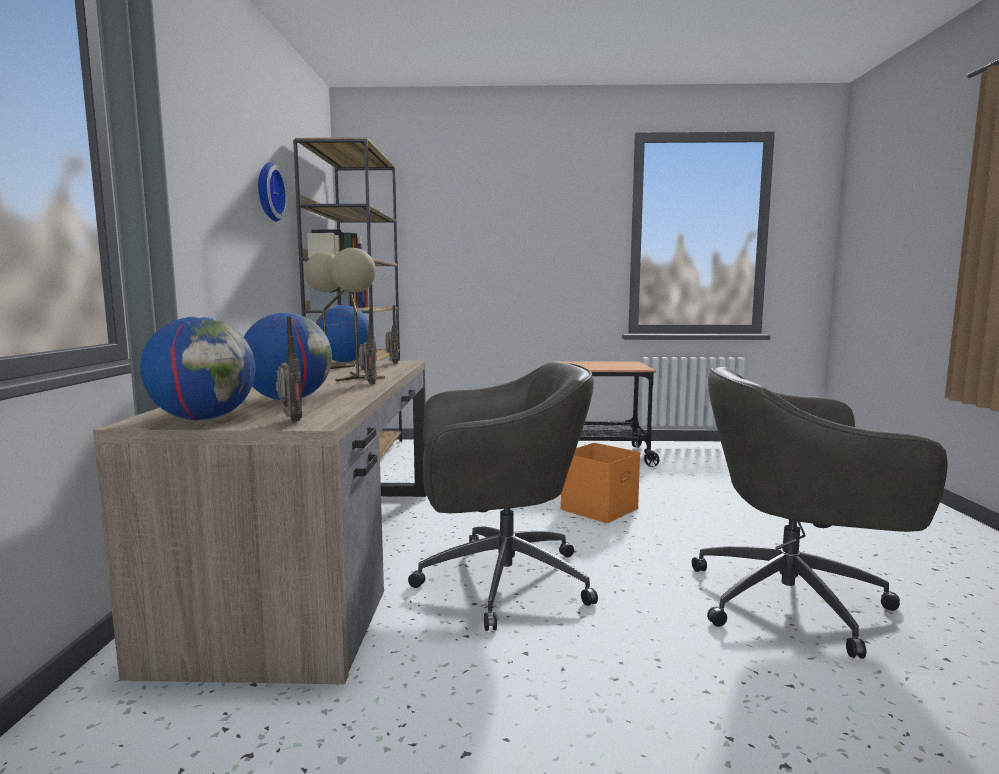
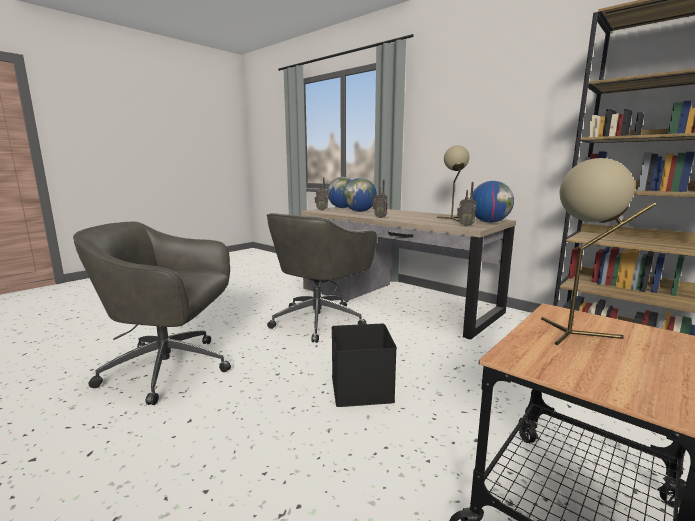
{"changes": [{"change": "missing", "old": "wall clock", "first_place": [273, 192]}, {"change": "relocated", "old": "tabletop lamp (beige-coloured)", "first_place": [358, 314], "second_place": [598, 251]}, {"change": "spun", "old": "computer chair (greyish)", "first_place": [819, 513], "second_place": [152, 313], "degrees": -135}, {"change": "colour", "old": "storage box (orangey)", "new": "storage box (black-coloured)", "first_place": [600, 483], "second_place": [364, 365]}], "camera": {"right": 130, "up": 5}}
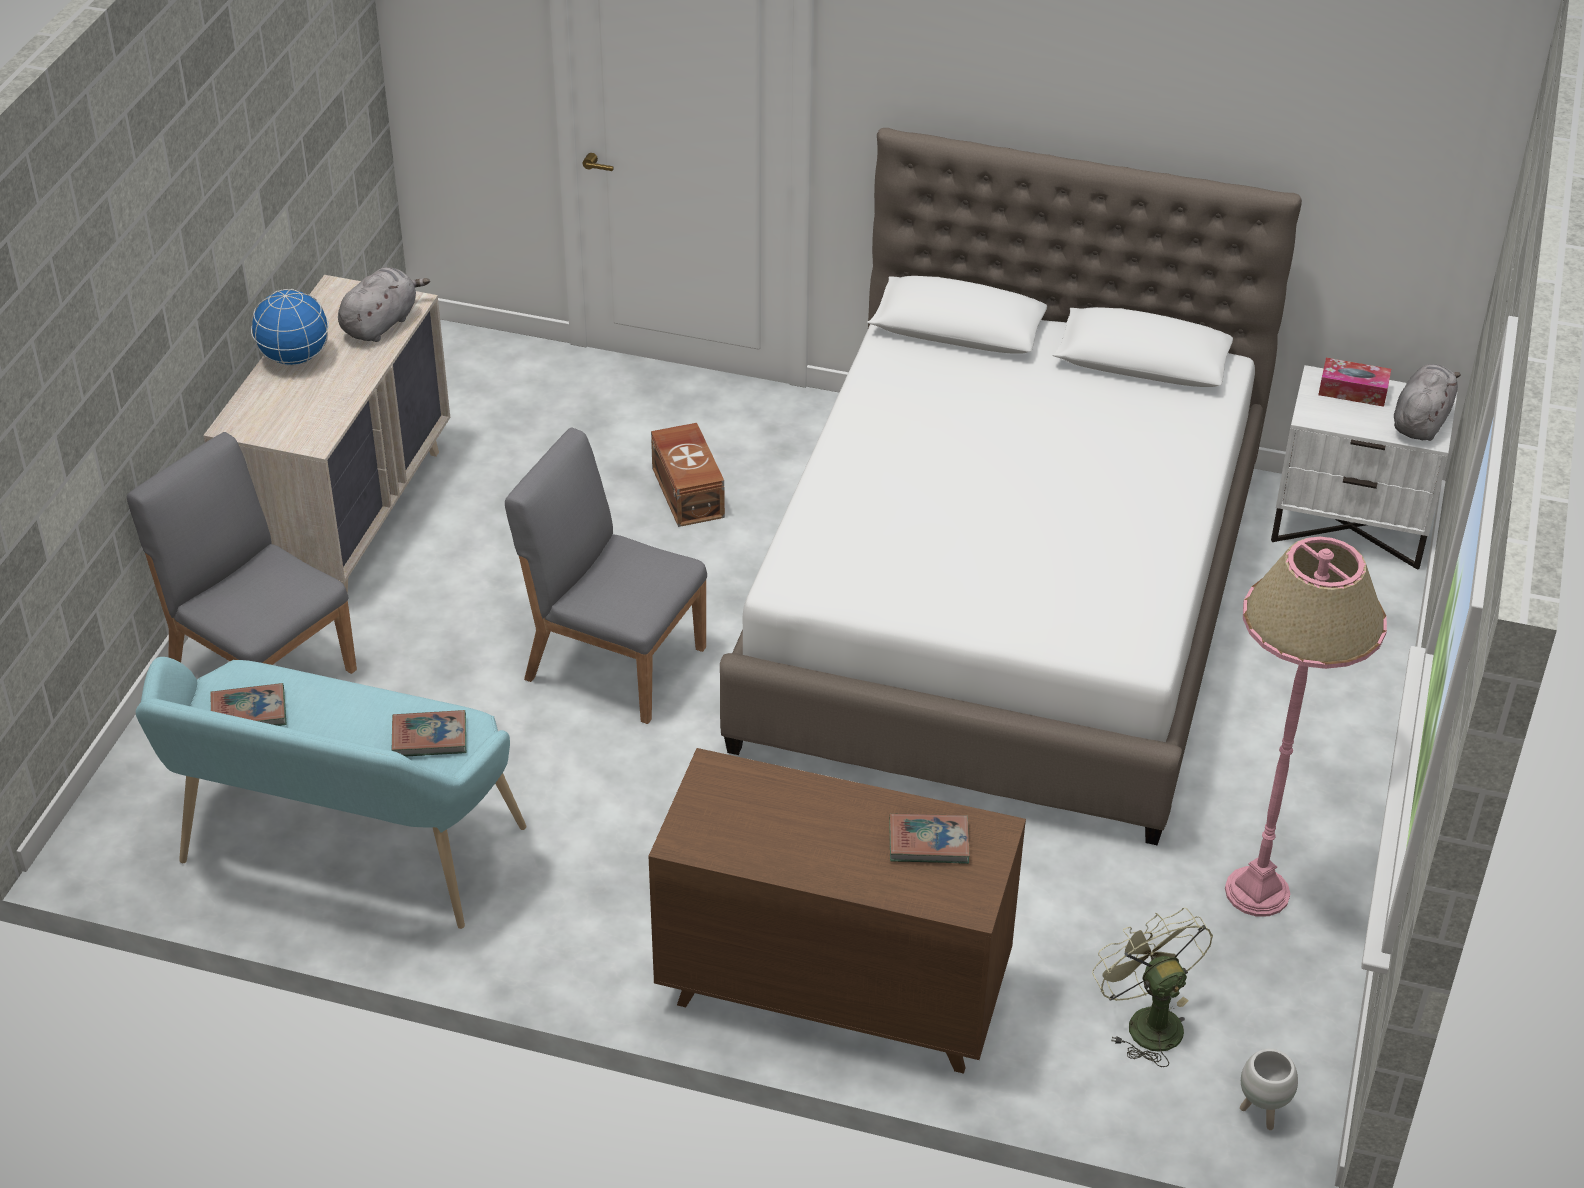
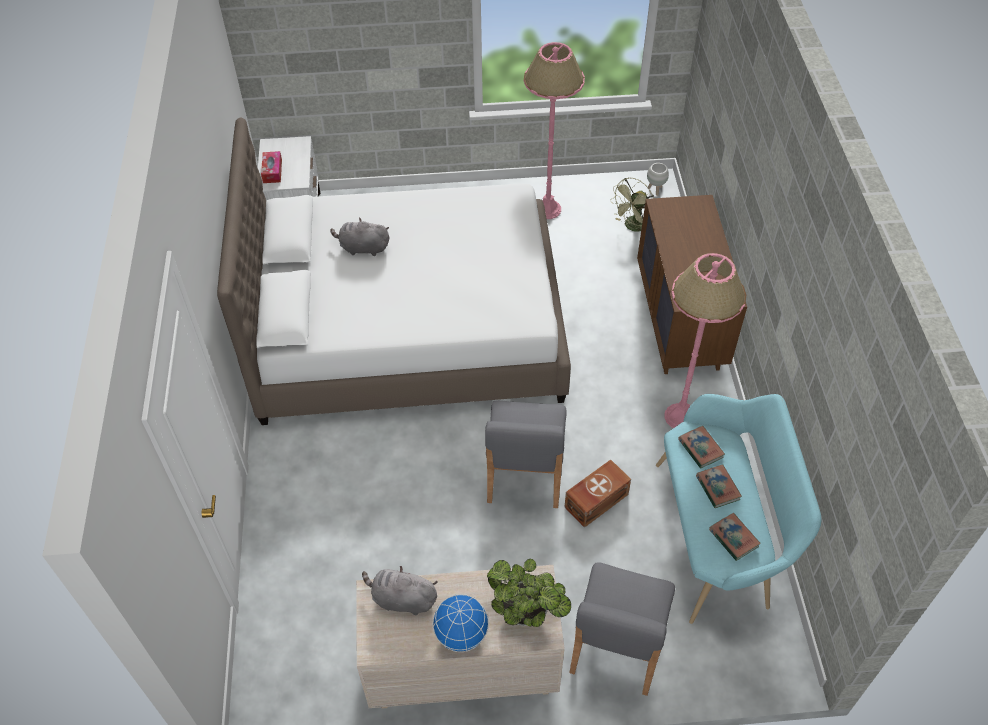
{"changes": [{"change": "relocated", "old": "cuddly toy (greyish)", "first_place": [1427, 402], "second_place": [359, 237]}, {"change": "relocated", "old": "storage box (brown-coloured)", "first_place": [688, 475], "second_place": [598, 494]}, {"change": "relocated", "old": "bound book", "first_place": [929, 838], "second_place": [719, 486]}, {"change": "appeared", "new": "standard lamp (pink)", "second_place": [705, 340]}, {"change": "appeared", "new": "houseplant", "second_place": [529, 593]}], "camera": {"right": -110, "up": 10}}
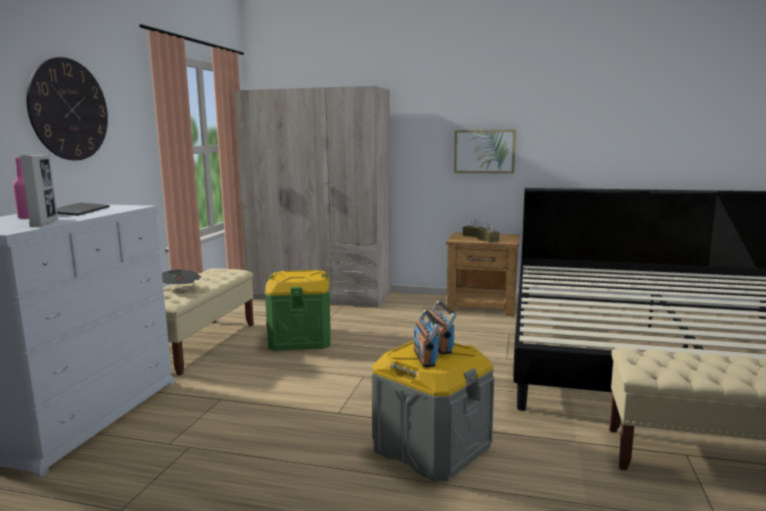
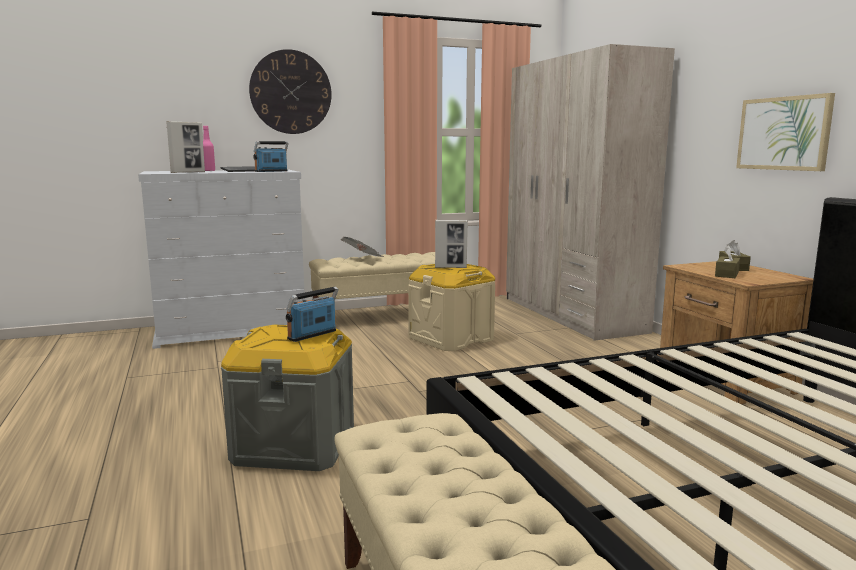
{"changes": [{"change": "colour", "old": "storage box (green-coloured)", "new": "storage box (beige-coloured)", "first_place": [298, 310], "second_place": [451, 307]}, {"change": "relocated", "old": "radio set", "first_place": [427, 338], "second_place": [270, 156]}, {"change": "appeared", "new": "picture frame", "second_place": [451, 244]}], "camera": {"right": 55, "up": 0}}
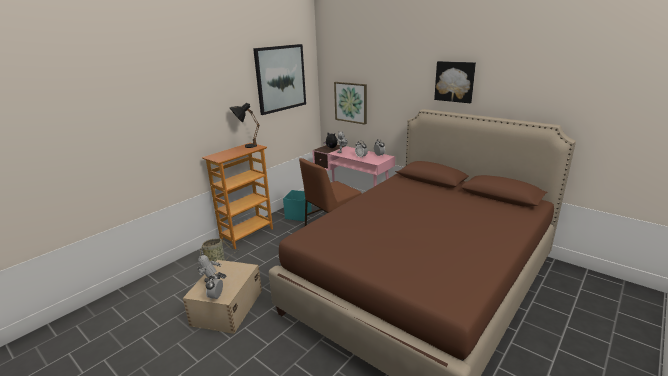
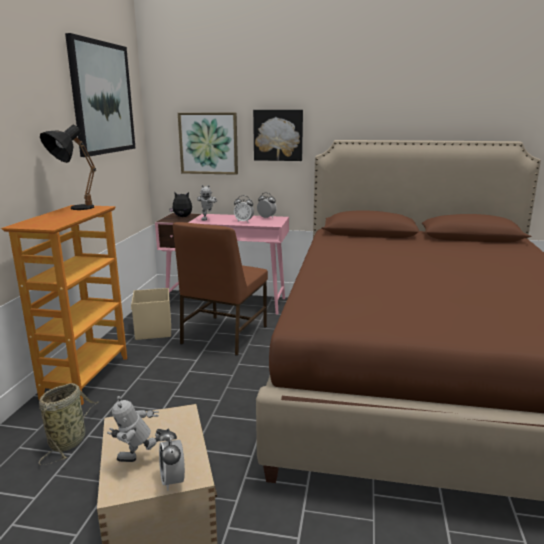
{"changes": [{"change": "relocated", "old": "wall picture", "first_place": [455, 82], "second_place": [278, 135]}, {"change": "colour", "old": "storage box (turquoise)", "new": "storage box (beige-coloured)", "first_place": [297, 205], "second_place": [151, 314]}], "camera": {"right": -30, "up": -5}}
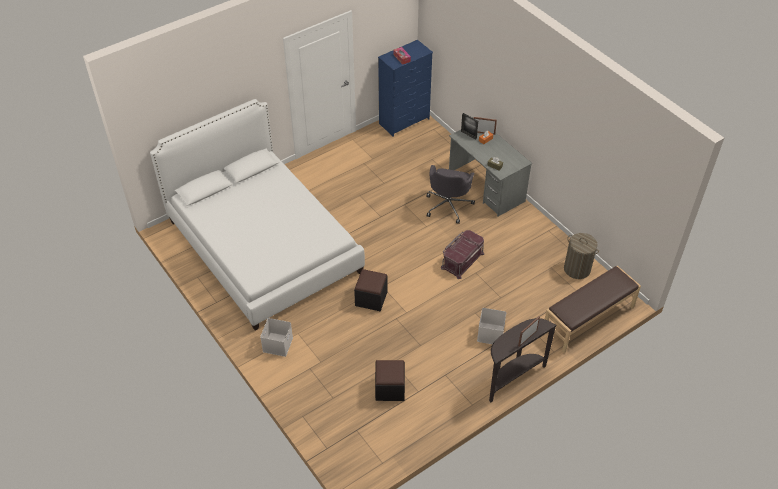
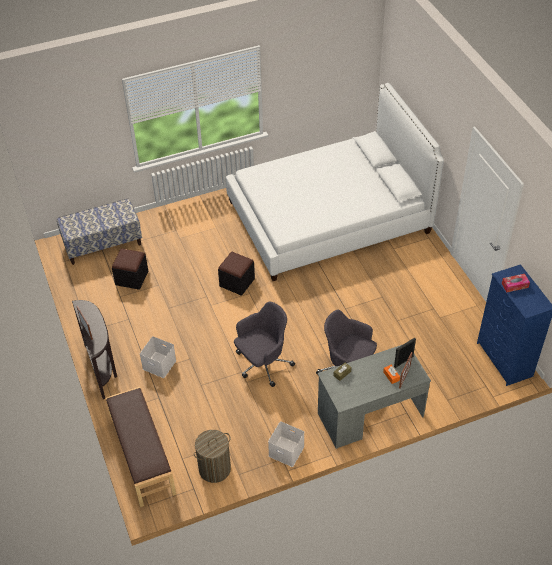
{"changes": [{"change": "exchanged", "old": "storage box (reddish)", "new": "computer chair (greyish)", "first_place": [462, 254], "second_place": [264, 344]}, {"change": "relocated", "old": "storage box (white-coloured)", "first_place": [276, 337], "second_place": [286, 444]}, {"change": "appeared", "new": "indoor bench", "second_place": [99, 231]}], "camera": {"right": 105, "up": 0}}
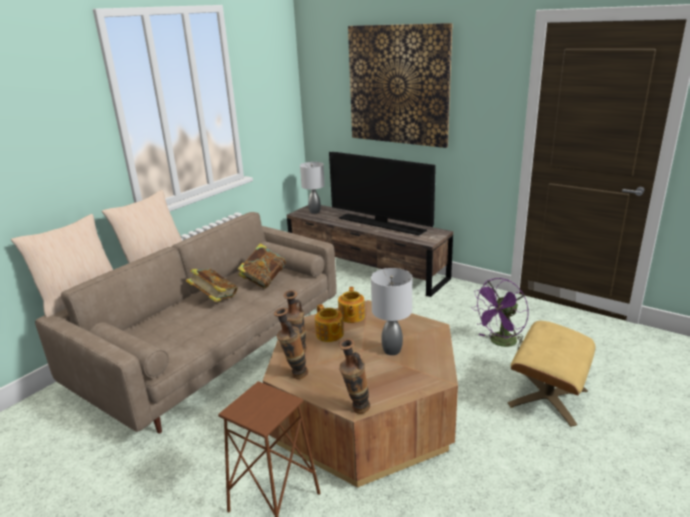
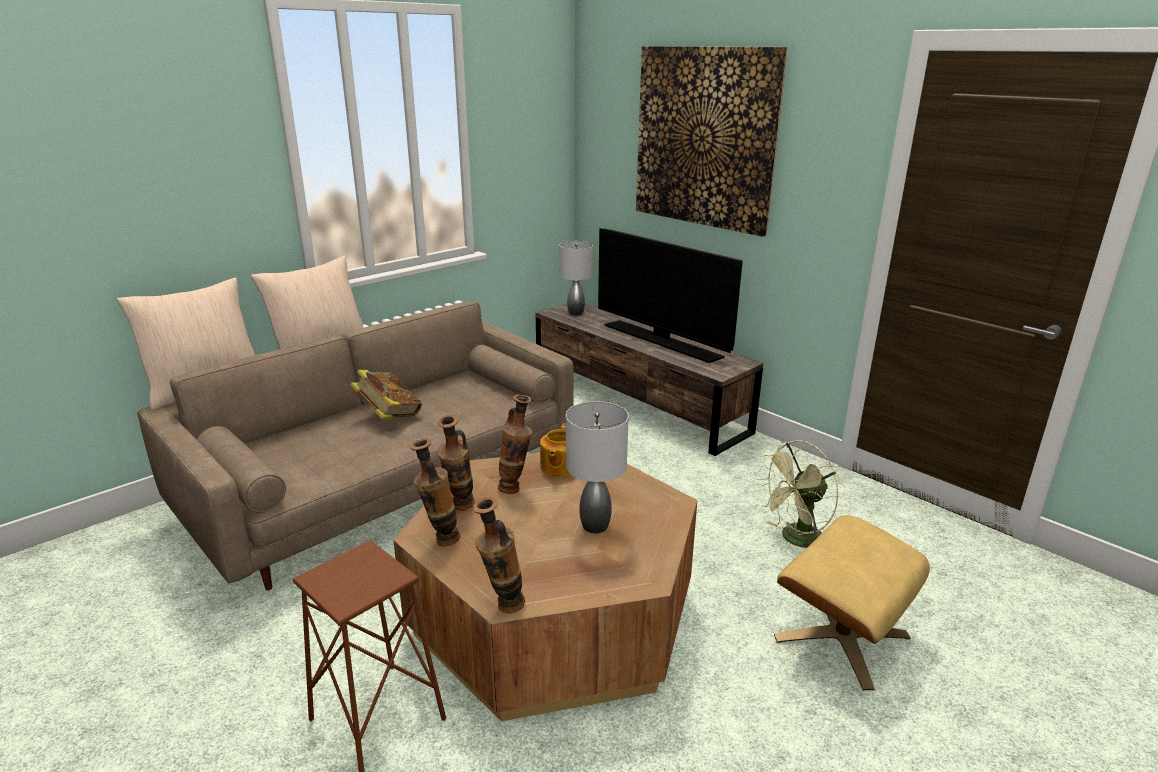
{"changes": [{"change": "missing", "old": "bound book", "first_place": [262, 266]}, {"change": "colour", "old": "fan (purple)", "new": "fan (green-coloured)", "first_place": [500, 313], "second_place": [798, 494]}, {"change": "exchanged", "old": "pot for tea", "new": "vase", "first_place": [329, 323], "second_place": [515, 444]}], "camera": {"right": 10, "up": 0}}
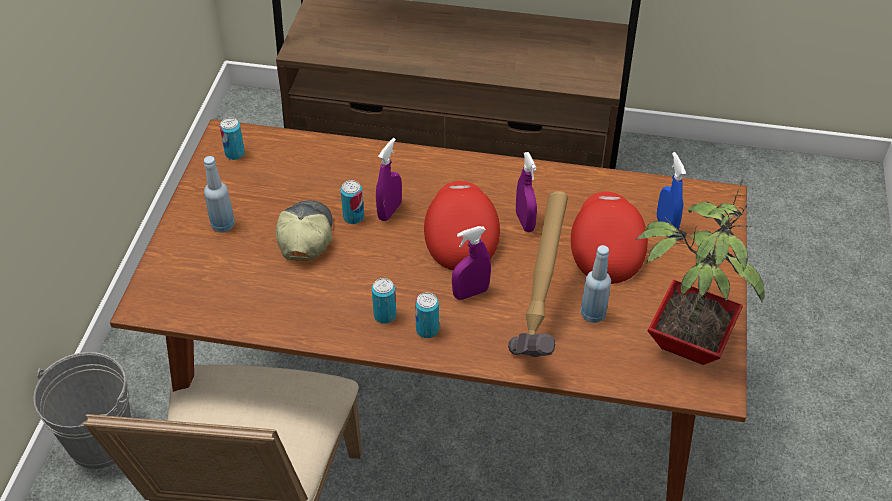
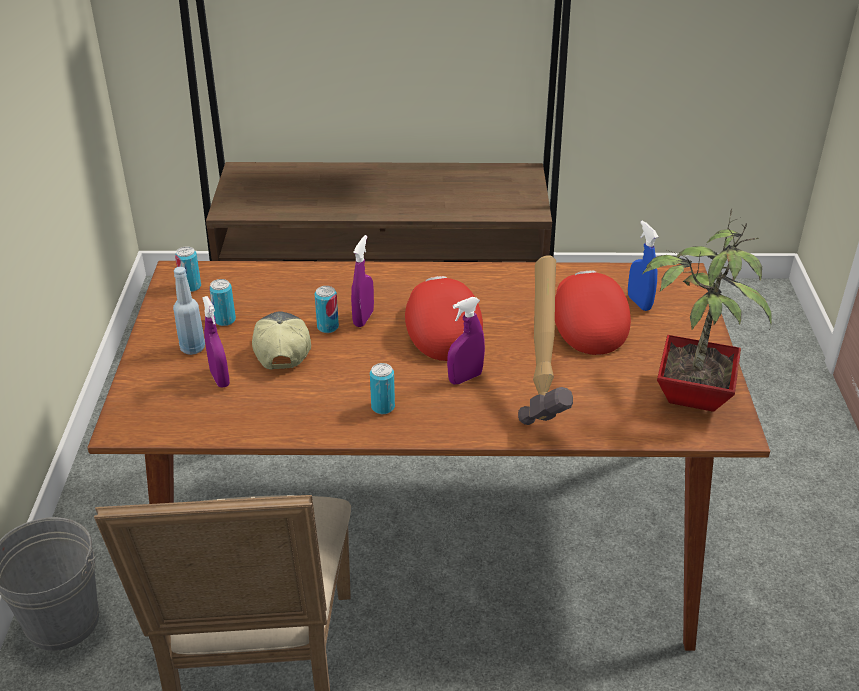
{"changes": [{"change": "relocated", "old": "hand sprayer (purple)", "first_place": [526, 192], "second_place": [216, 342]}, {"change": "missing", "old": "drink bottle (blue)", "first_place": [596, 284]}, {"change": "relocated", "old": "can", "first_place": [427, 315], "second_place": [222, 302]}], "camera": {"right": -10, "up": -10}}
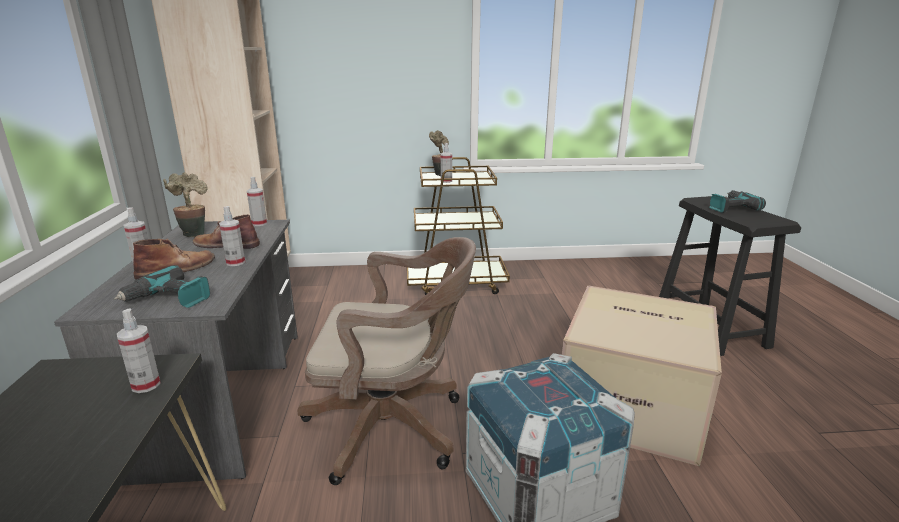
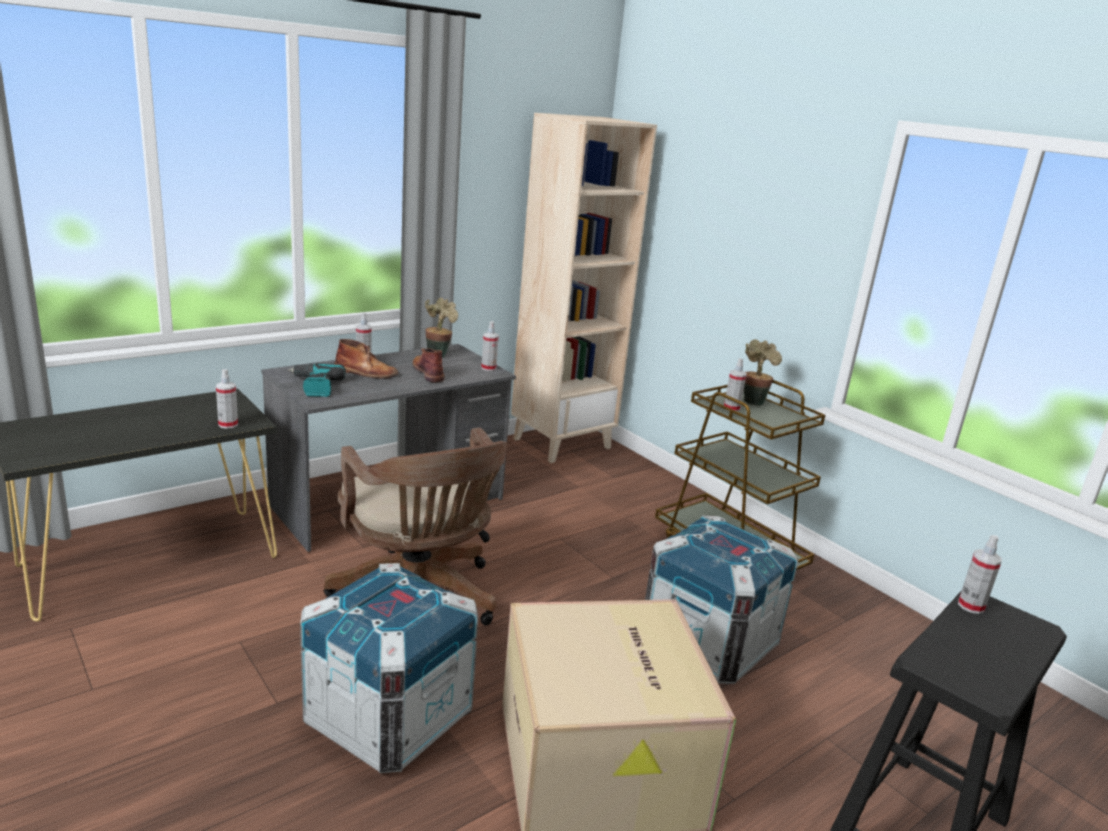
{"changes": [{"change": "missing", "old": "electric drill", "first_place": [737, 201]}, {"change": "relocated", "old": "hand sprayer", "first_place": [232, 236], "second_place": [980, 574]}, {"change": "appeared", "new": "shipping crate", "second_place": [721, 599]}], "camera": {"right": 55, "up": 0}}
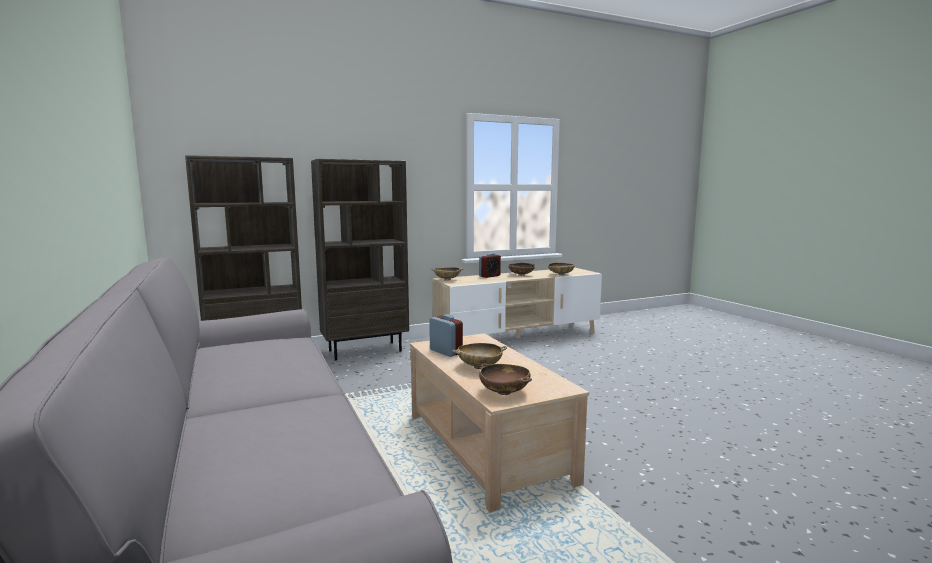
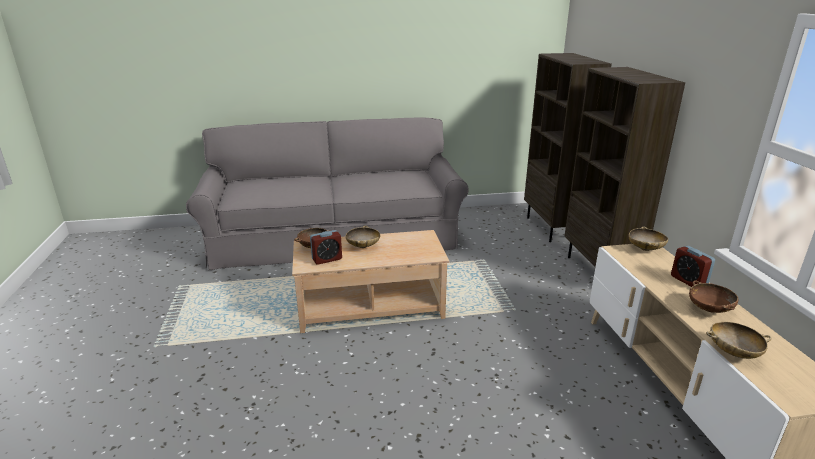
{"changes": [{"change": "relocated", "old": "bedside clock", "first_place": [446, 335], "second_place": [326, 247]}], "camera": {"right": 105, "up": 15}}
